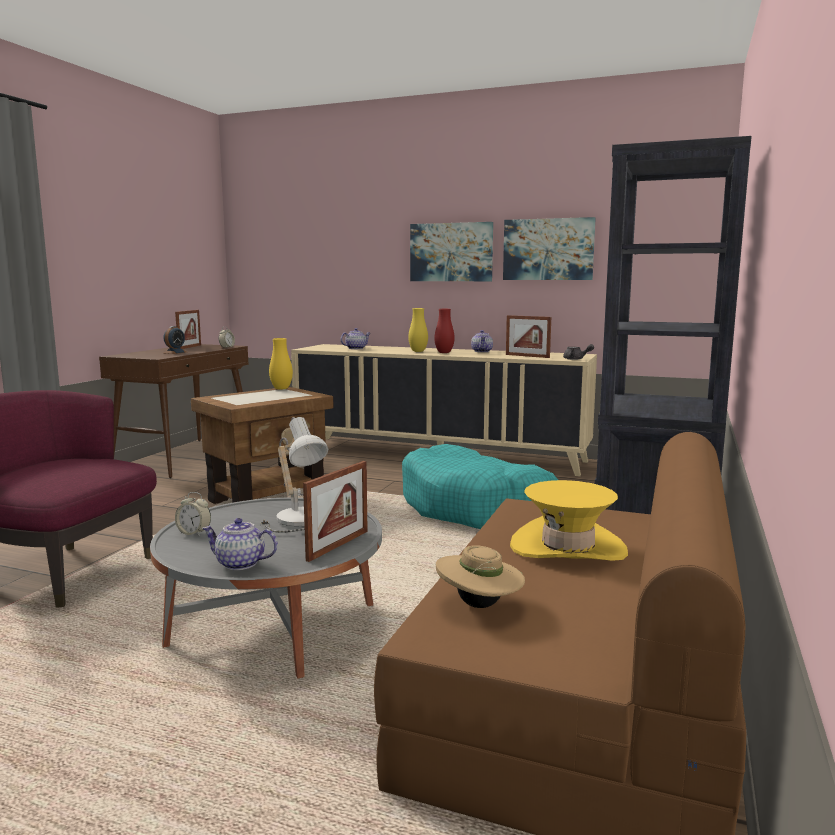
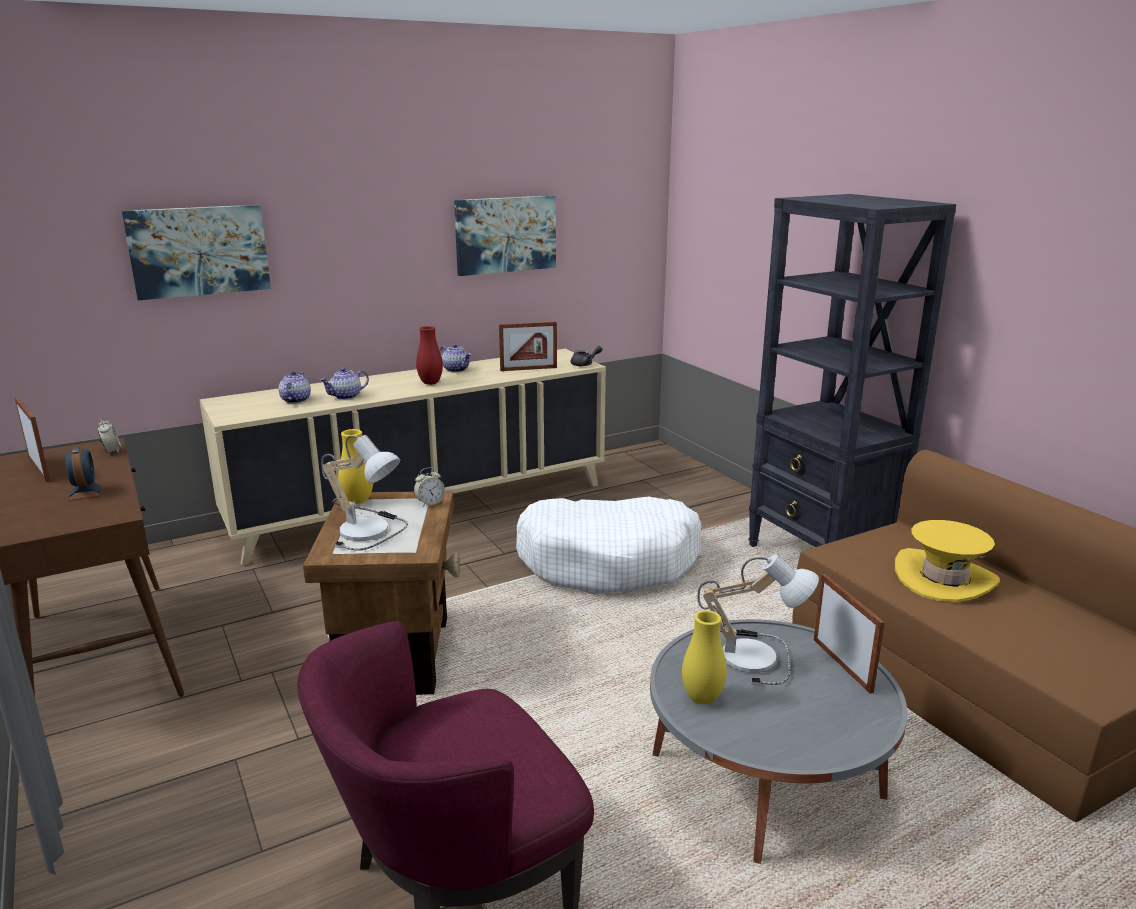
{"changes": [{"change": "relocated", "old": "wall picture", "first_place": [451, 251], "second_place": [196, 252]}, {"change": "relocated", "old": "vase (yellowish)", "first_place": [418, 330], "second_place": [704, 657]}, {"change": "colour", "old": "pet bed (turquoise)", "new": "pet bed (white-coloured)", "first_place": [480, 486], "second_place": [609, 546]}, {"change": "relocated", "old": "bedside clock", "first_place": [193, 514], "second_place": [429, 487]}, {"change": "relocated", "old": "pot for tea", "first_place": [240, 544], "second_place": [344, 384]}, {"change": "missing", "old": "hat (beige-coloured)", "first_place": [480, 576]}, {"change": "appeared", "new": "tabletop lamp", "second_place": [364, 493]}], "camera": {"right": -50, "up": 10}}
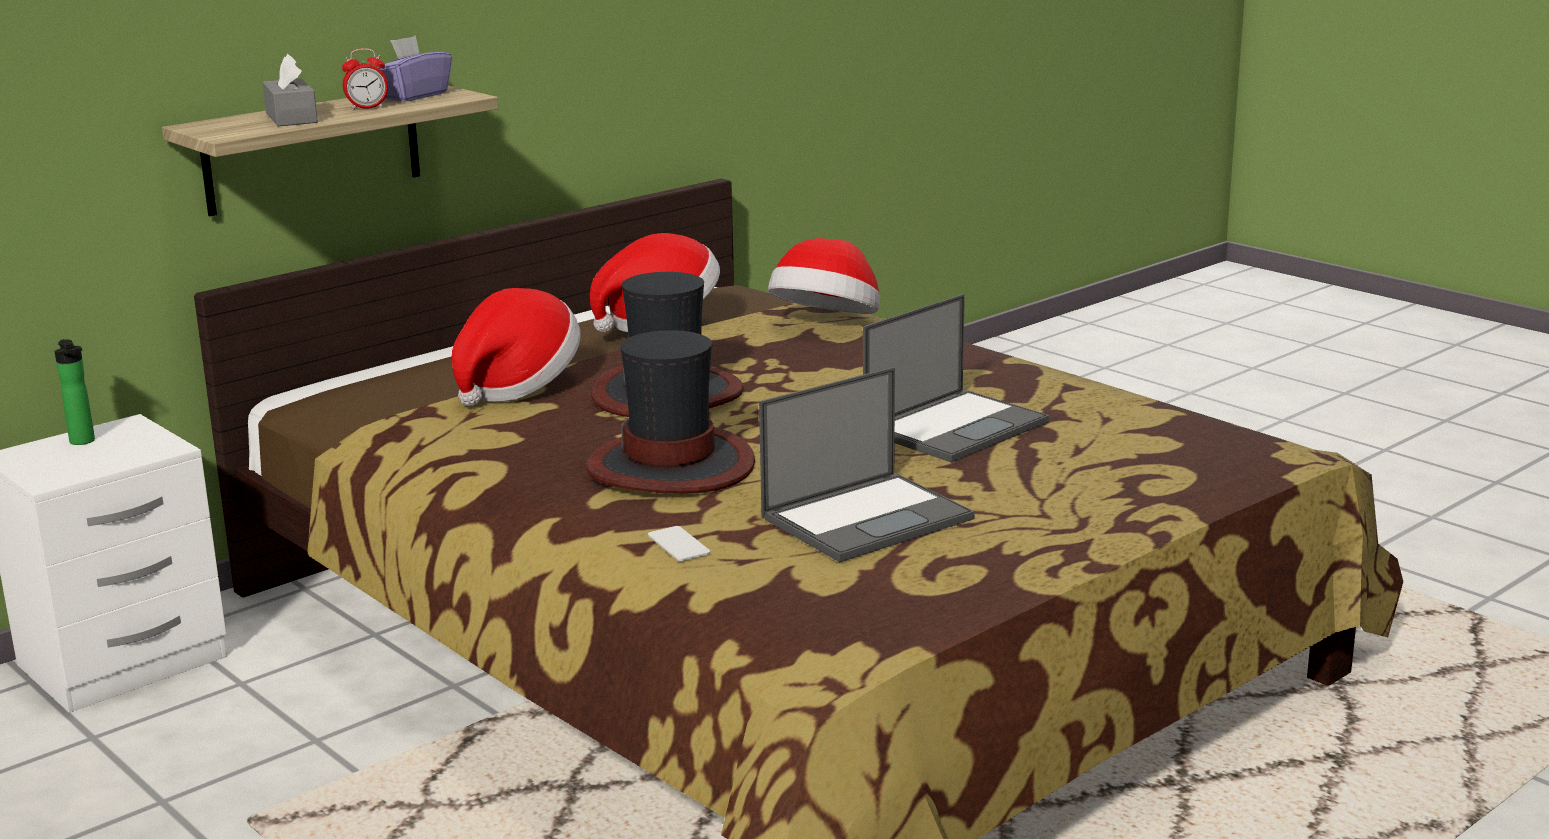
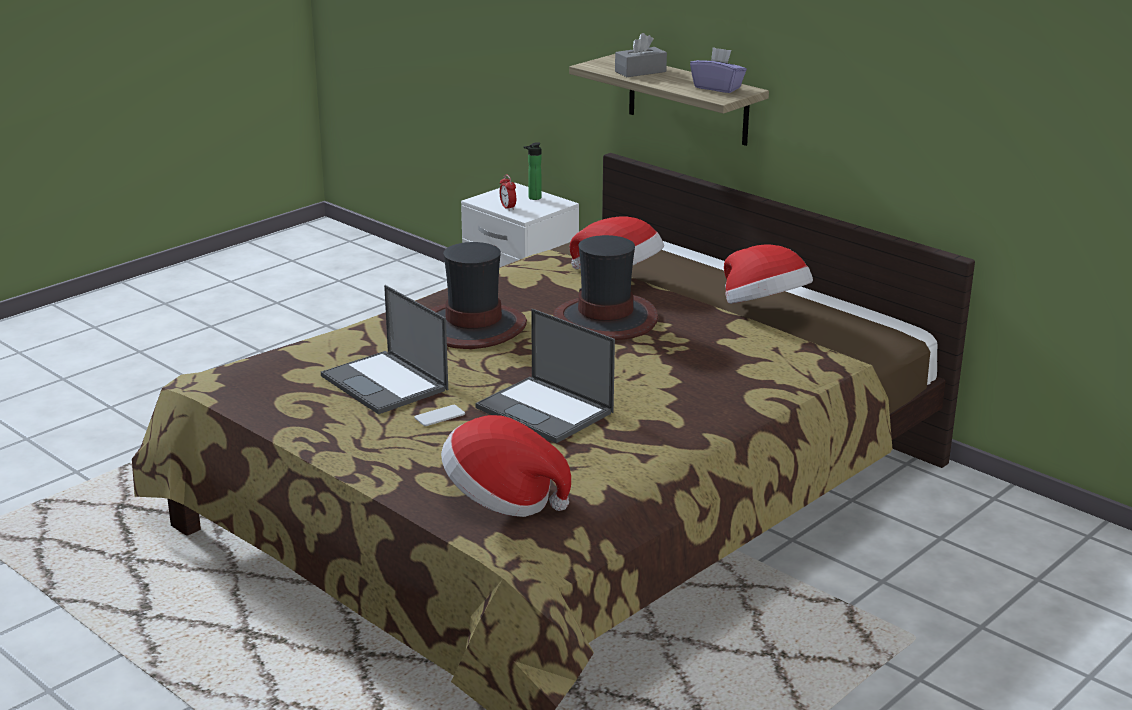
{"changes": [{"change": "relocated", "old": "bedside clock", "first_place": [365, 79], "second_place": [508, 192]}, {"change": "relocated", "old": "hat", "first_place": [824, 276], "second_place": [506, 466]}, {"change": "relocated", "old": "handset", "first_place": [679, 543], "second_place": [439, 415]}], "camera": {"right": 85, "up": 5}}
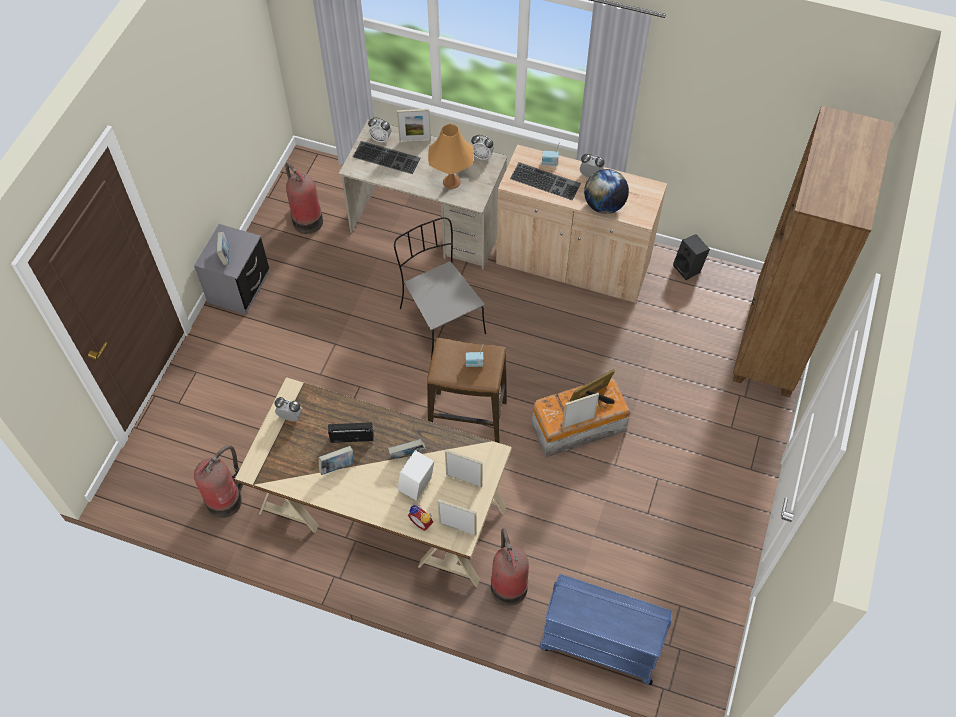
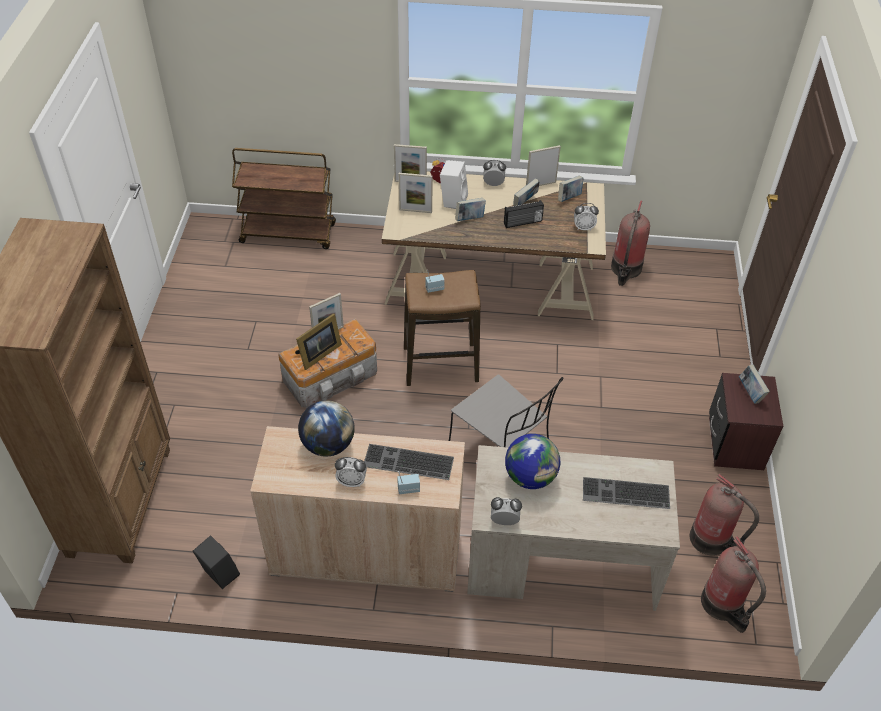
{"changes": [{"change": "relocated", "old": "picture frame", "first_place": [414, 126], "second_place": [543, 165]}, {"change": "relocated", "old": "bedside clock", "first_place": [379, 130], "second_place": [494, 173]}, {"change": "exchanged", "old": "tabletop lamp (orangey)", "new": "desk globe", "first_place": [450, 156], "second_place": [532, 461]}, {"change": "colour", "old": "nightstand (greyish)", "new": "nightstand (brown-coloured)", "first_place": [231, 269], "second_place": [746, 421]}, {"change": "relocated", "old": "fire extinguisher", "first_place": [510, 566], "second_place": [733, 584]}, {"change": "colour", "old": "wheeled cart (blue)", "new": "wheeled cart (brown-coloured)", "first_place": [605, 629], "second_place": [284, 198]}, {"change": "appeared", "new": "bound book", "second_place": [571, 189]}], "camera": {"right": 165, "up": -10}}
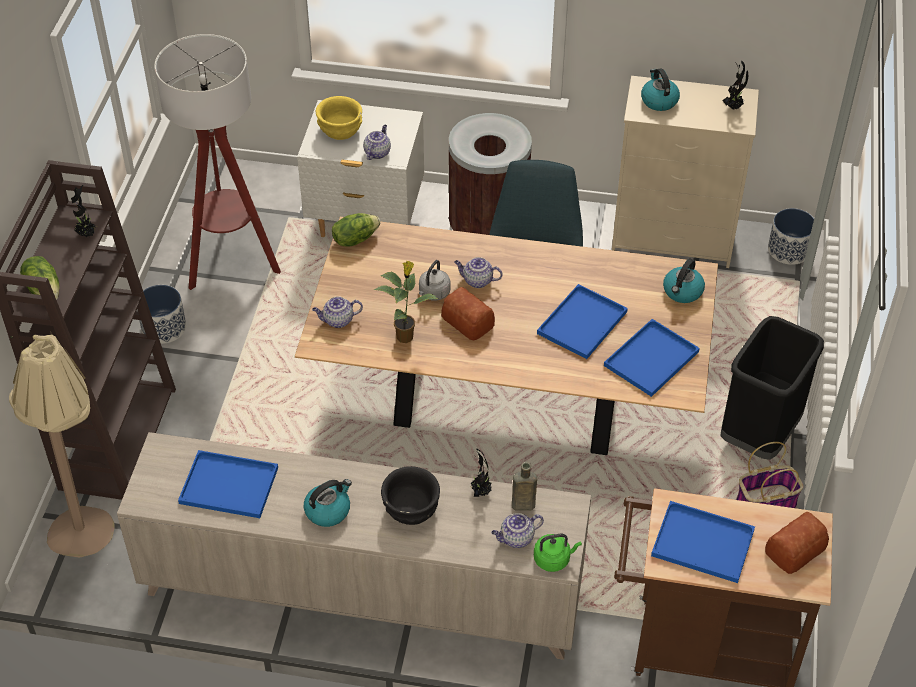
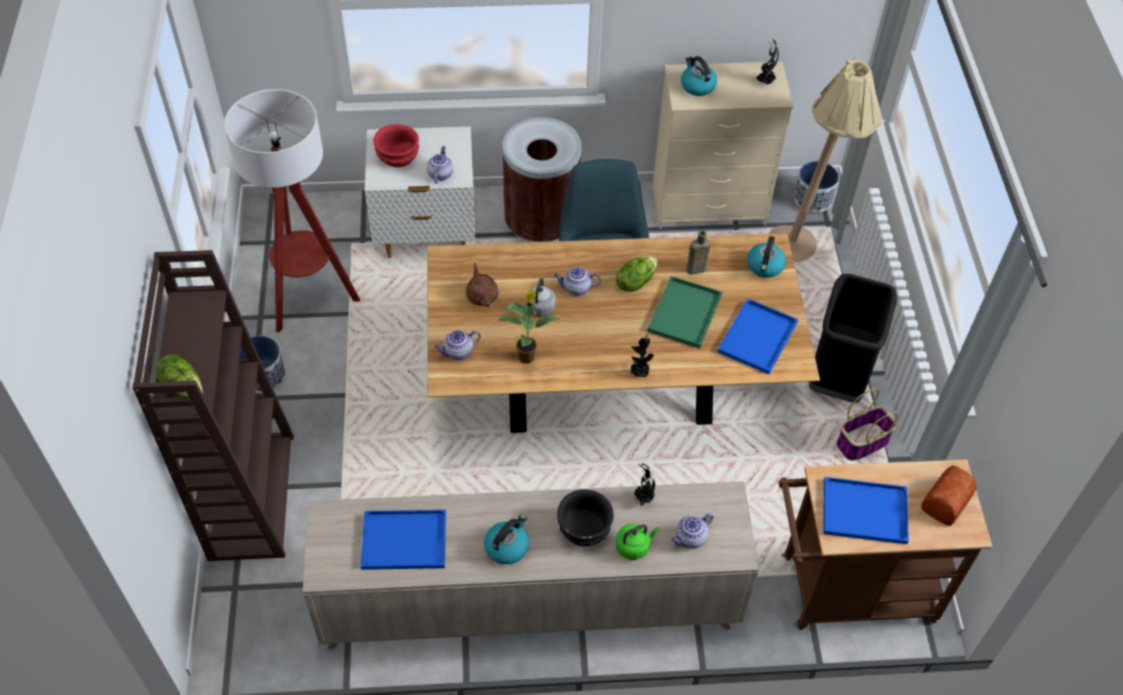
{"changes": [{"change": "colour", "old": "serving bowl (yellowish)", "new": "serving bowl (reddish)", "first_place": [339, 118], "second_place": [396, 145]}, {"change": "relocated", "old": "houseplant", "first_place": [83, 211], "second_place": [642, 355]}, {"change": "relocated", "old": "lettuce head", "first_place": [356, 229], "second_place": [637, 274]}, {"change": "colour", "old": "serving tray (blue)", "new": "serving tray (green-coloured)", "first_place": [582, 321], "second_place": [685, 312]}, {"change": "missing", "old": "bakery bread", "first_place": [468, 313]}, {"change": "relocated", "old": "standard lamp (beige-coloured)", "first_place": [62, 445], "second_place": [825, 160]}, {"change": "relocated", "old": "drink bottle (brown-coloured)", "first_place": [524, 486], "second_place": [698, 252]}, {"change": "relocated", "old": "kettle (green-coloured)", "first_place": [558, 553], "second_place": [638, 542]}, {"change": "appeared", "new": "pot for tea (brown-coloured)", "second_place": [482, 285]}], "camera": {"right": -15, "up": 5}}
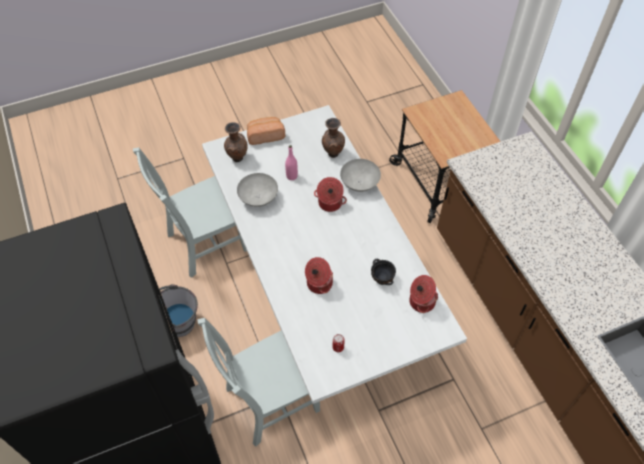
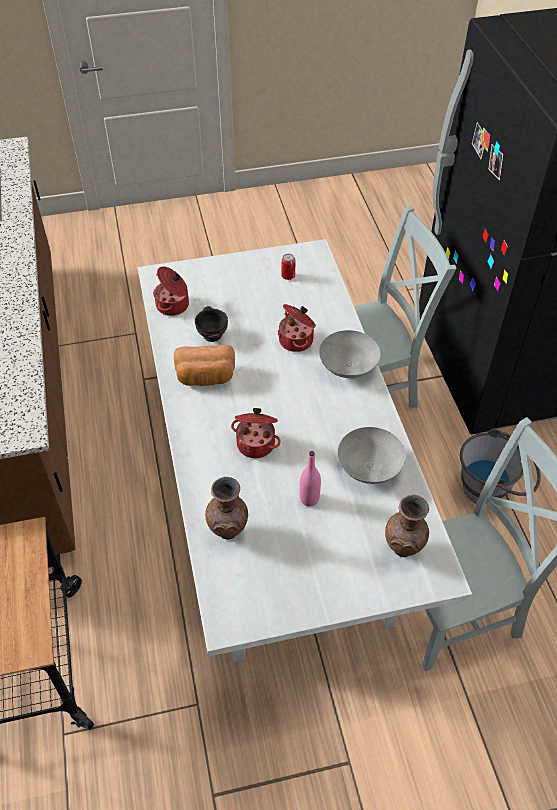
{"changes": [{"change": "relocated", "old": "bakery bread", "first_place": [266, 131], "second_place": [204, 365]}, {"change": "relocated", "old": "serving bowl (greyish)", "first_place": [360, 175], "second_place": [350, 354]}], "camera": {"right": -170, "up": -5}}
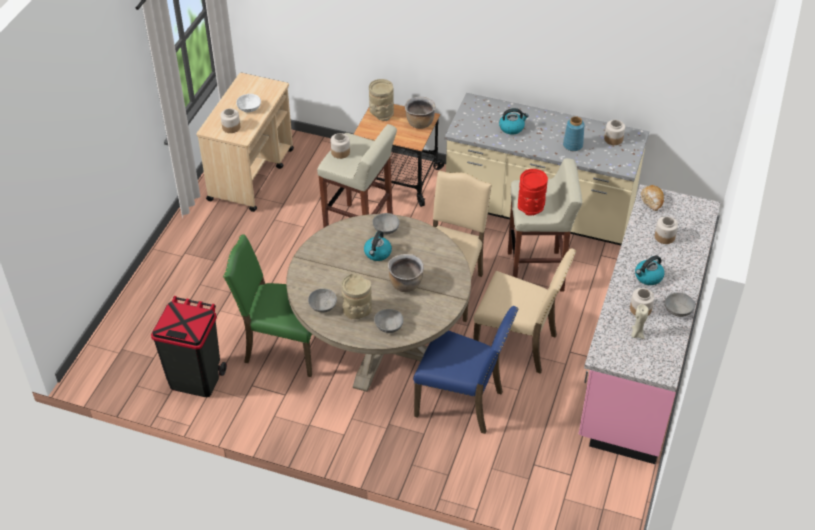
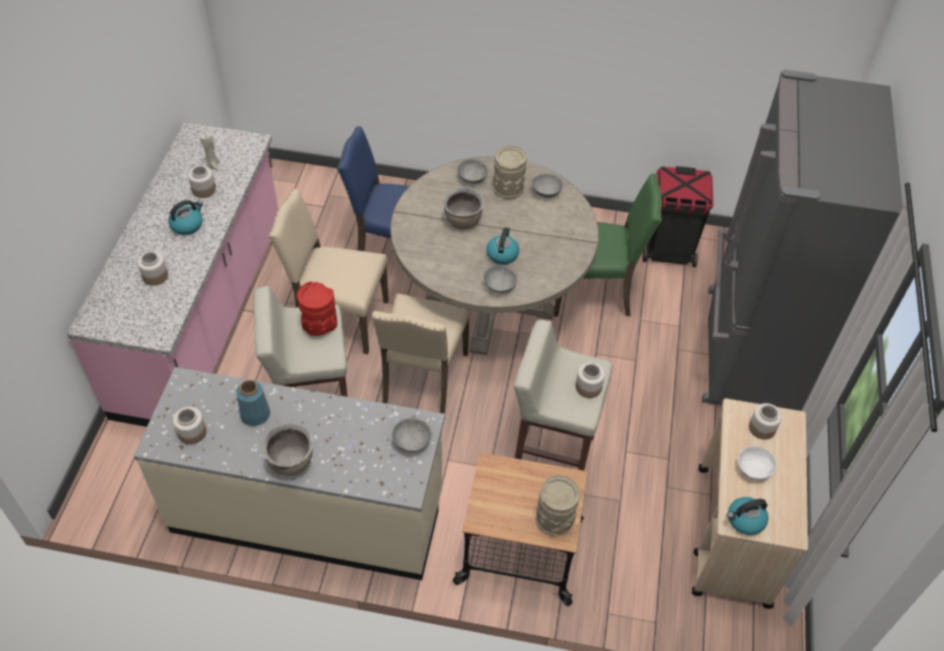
{"changes": [{"change": "relocated", "old": "cooking pot (brown-coloured)", "first_place": [420, 113], "second_place": [287, 449]}, {"change": "relocated", "old": "kettle", "first_place": [514, 121], "second_place": [748, 516]}, {"change": "missing", "old": "bakery bread", "first_place": [652, 198]}, {"change": "relocated", "old": "serving bowl (greyish)", "first_place": [680, 304], "second_place": [411, 435]}, {"change": "appeared", "new": "refrigerator (greyish)", "second_place": [802, 240]}], "camera": {"right": 170, "up": 5}}
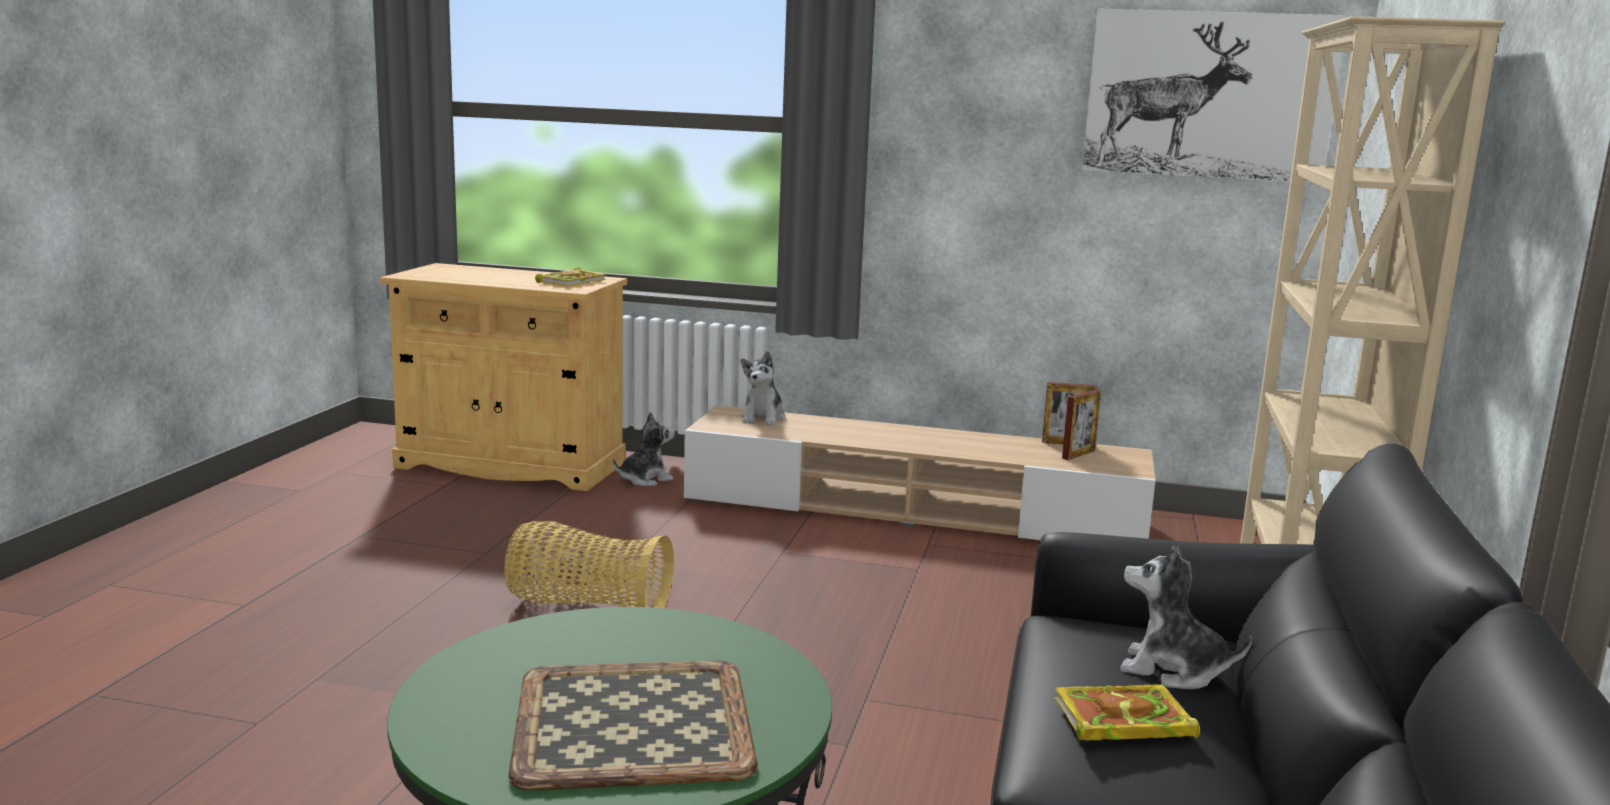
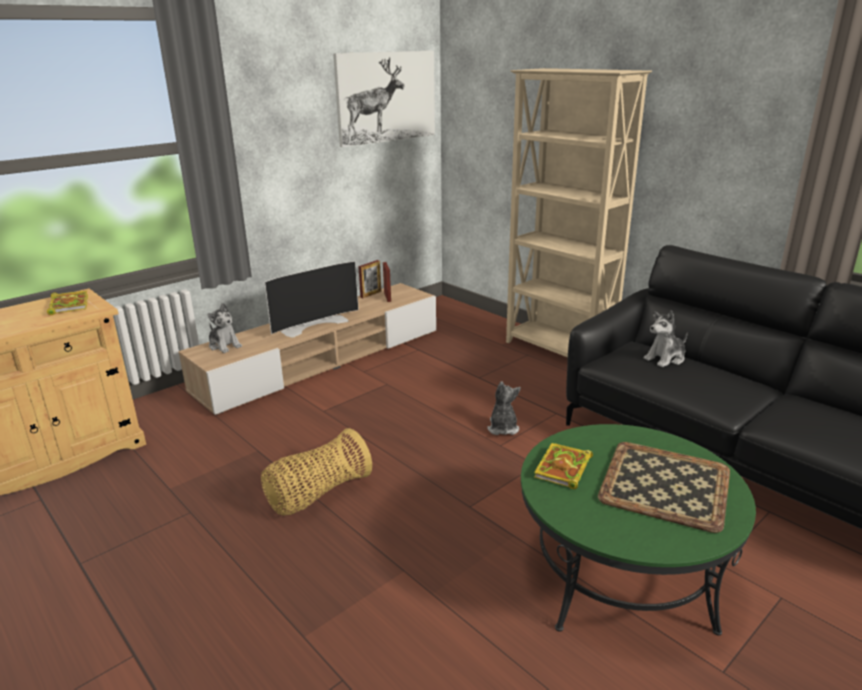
{"changes": [{"change": "relocated", "old": "cuddly toy", "first_place": [644, 449], "second_place": [504, 408]}, {"change": "relocated", "old": "bound book", "first_place": [1127, 712], "second_place": [563, 466]}, {"change": "appeared", "new": "TV", "second_place": [311, 299]}], "camera": {"right": -55, "up": 10}}
